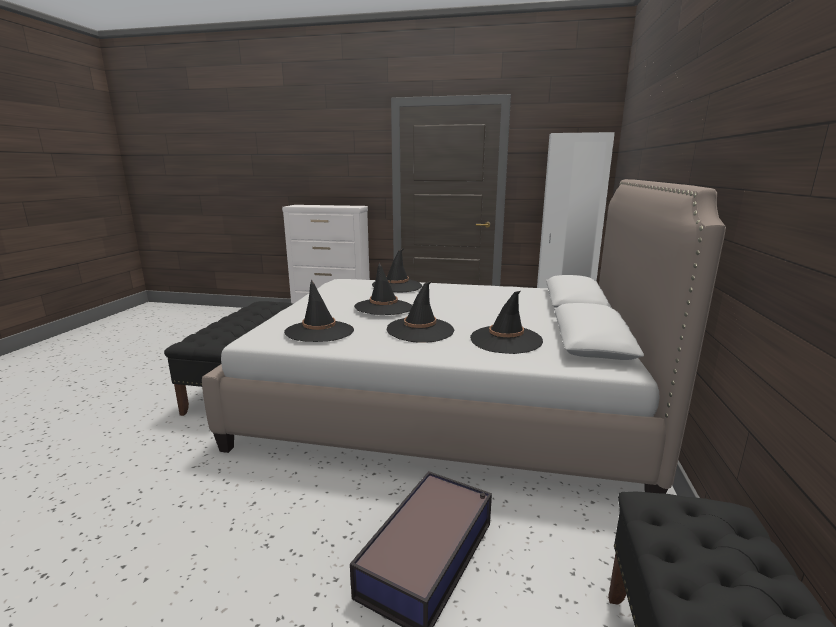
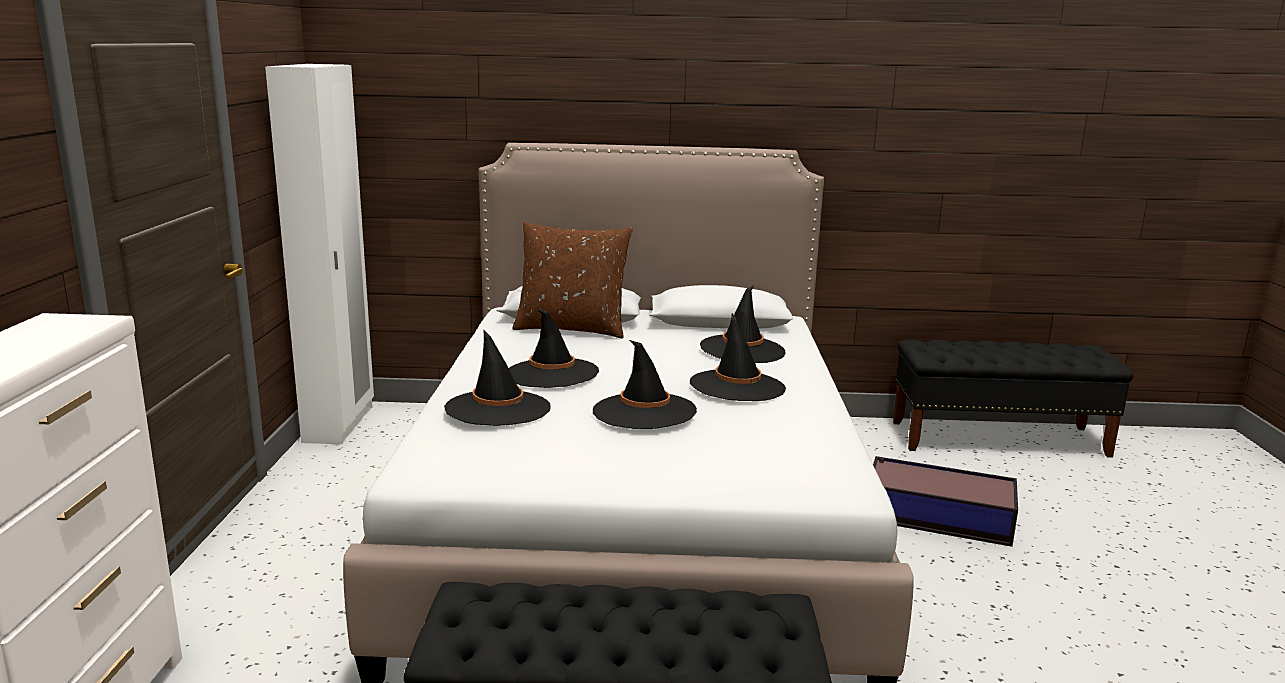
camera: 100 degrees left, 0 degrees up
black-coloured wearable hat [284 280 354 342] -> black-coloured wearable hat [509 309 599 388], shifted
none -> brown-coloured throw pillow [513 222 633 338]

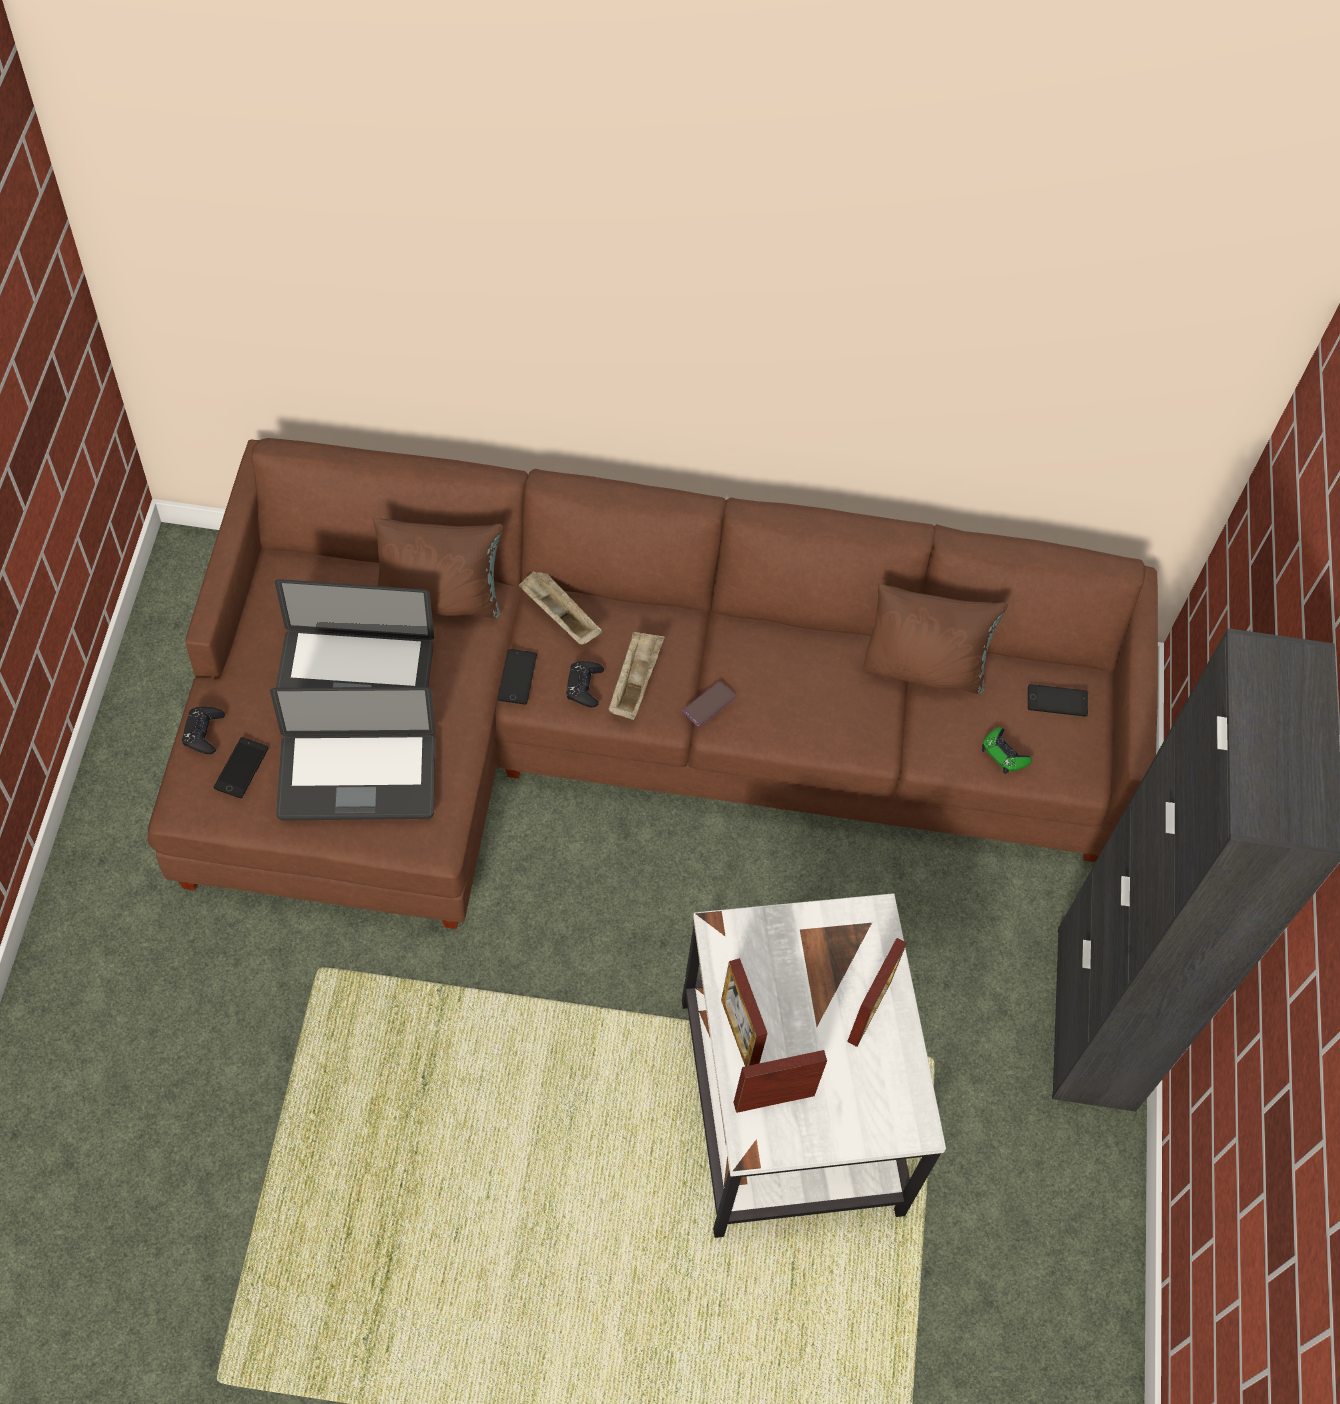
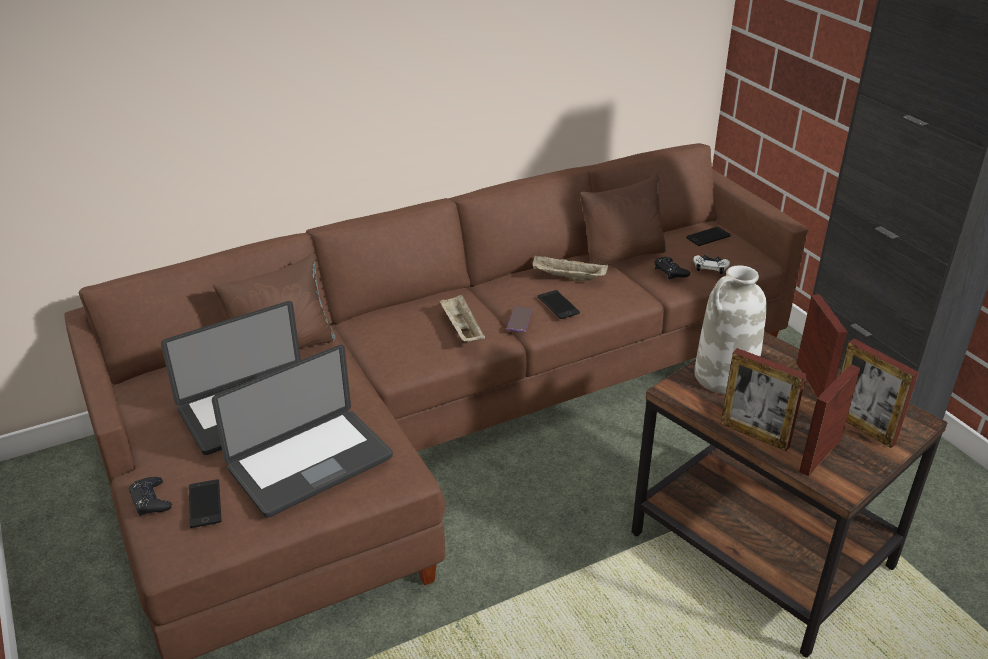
camera: 30 degrees left, 25 degrees down
beige carrying tray [519 571 602 645] -> beige carrying tray [533 255 608 281], shifted
telephone [498 649 537 705] -> telephone [538 290 580 319], shifted
white-coloured accent table [682 893 946 1238] -> brown-coloured accent table [632 331 948 658]
black-coloured gamepad [566 661 604 707] -> black-coloured gamepad [654 257 690 280], shifted
green gamepad [982 727 1032 774] -> white-coloured gamepad [693 255 730 274]
none -> white-coloured flower vase [694 265 767 395]
none -> standing frame [840 339 919 448]

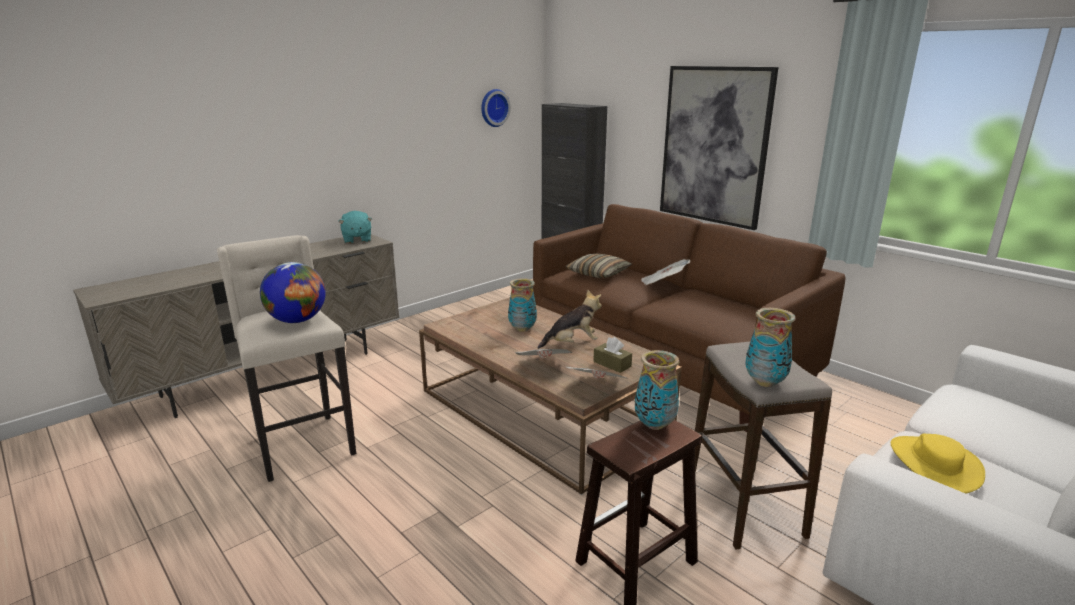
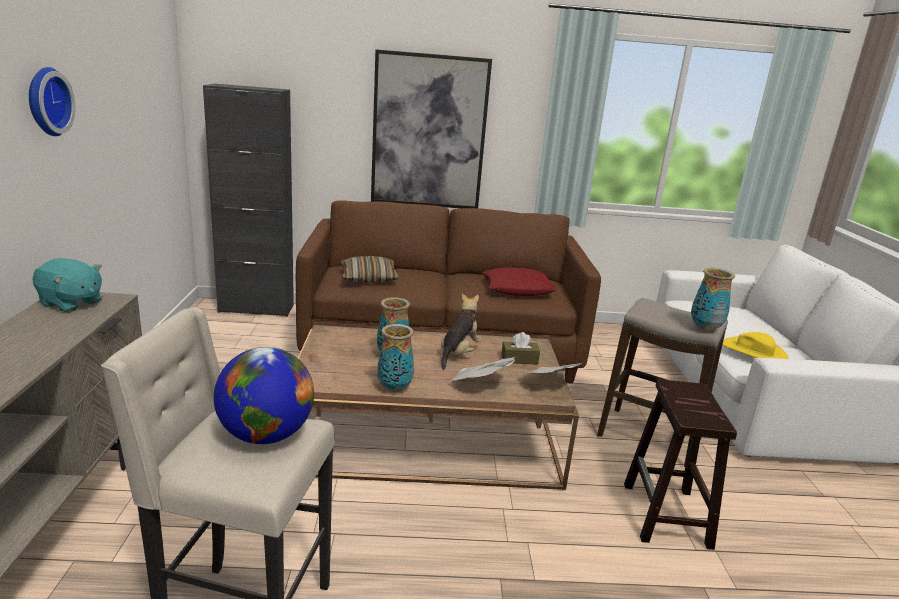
camera: 50 degrees left, 0 degrees up
clock on the wall [481 89 511 127] -> clock on the wall [29 67 75 136], shifted
flower vase [635 350 679 430] -> flower vase [377 324 414 392], shifted
none -> reddish throw pillow [482 267 557 296]
daily paper [641 259 690 285] -> none

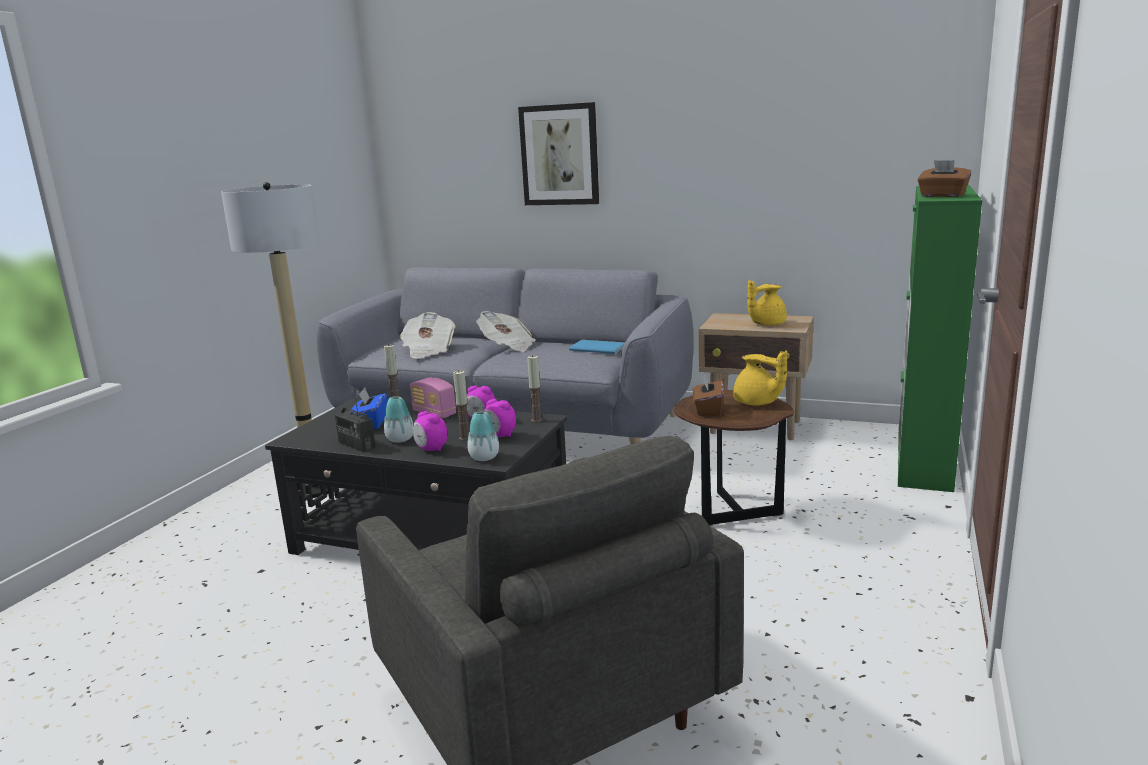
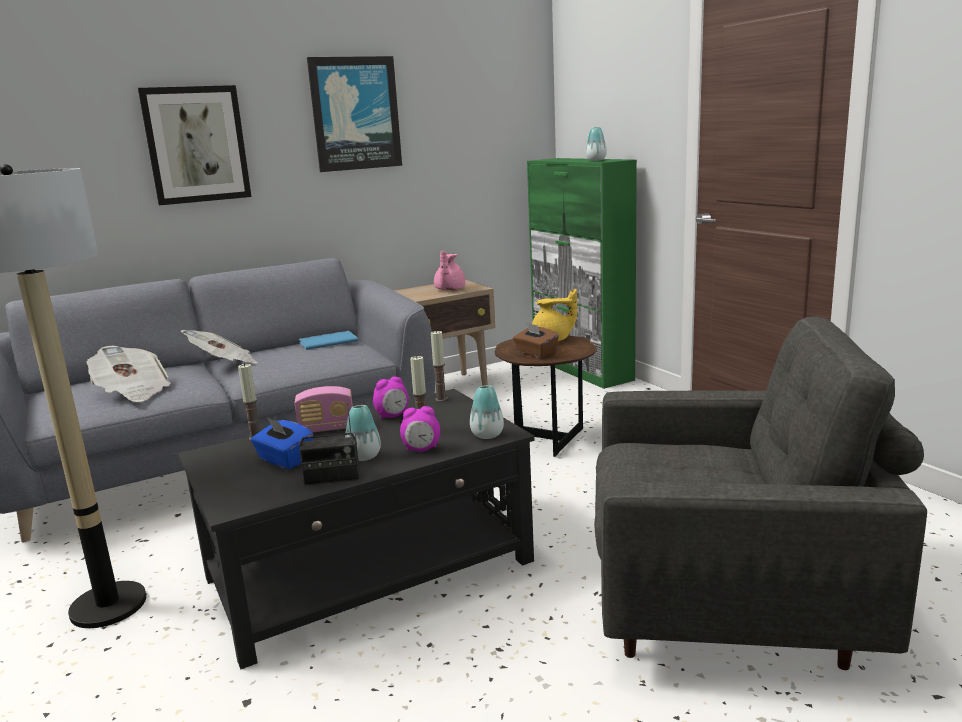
camera: 50 degrees left, 0 degrees up
none -> picture [307 56 402 172]
yellowish pot for tea [747 281 787 326] -> pink-coloured pot for tea [434 251 465 291]
brown-coloured tissue holder [918 160 972 197] -> flower vase [586 127 607 161]
table clock [484 399 516 437] -> none

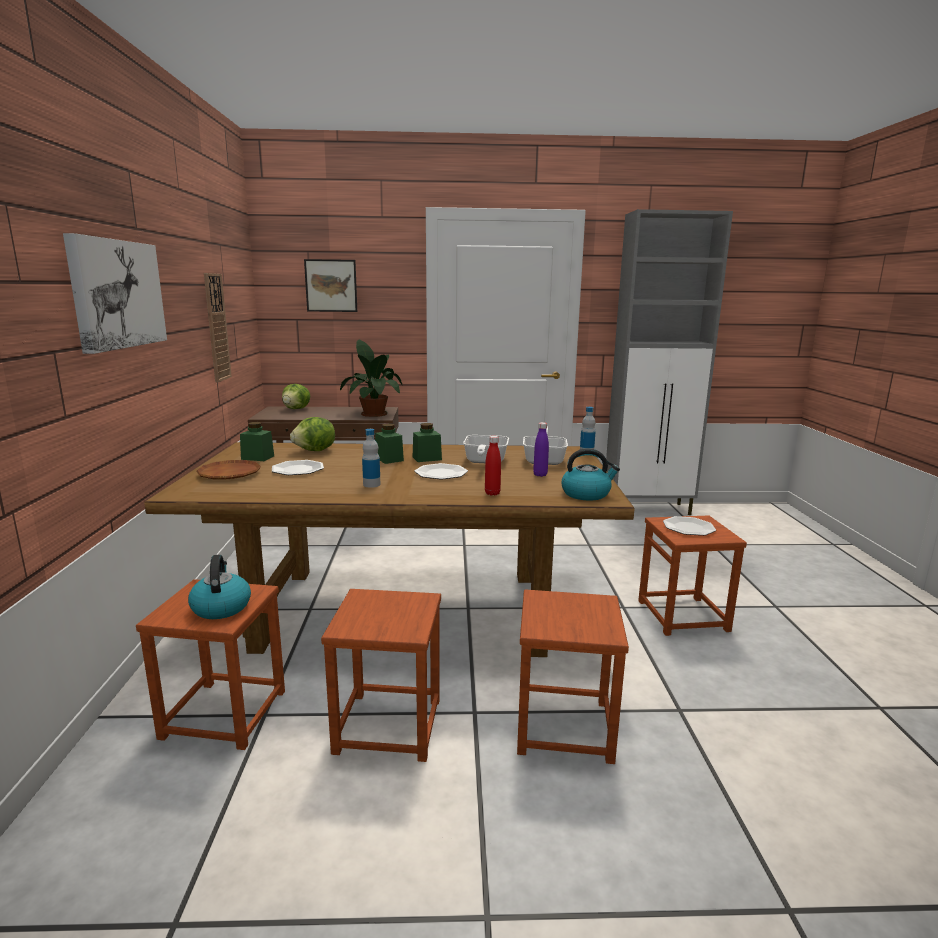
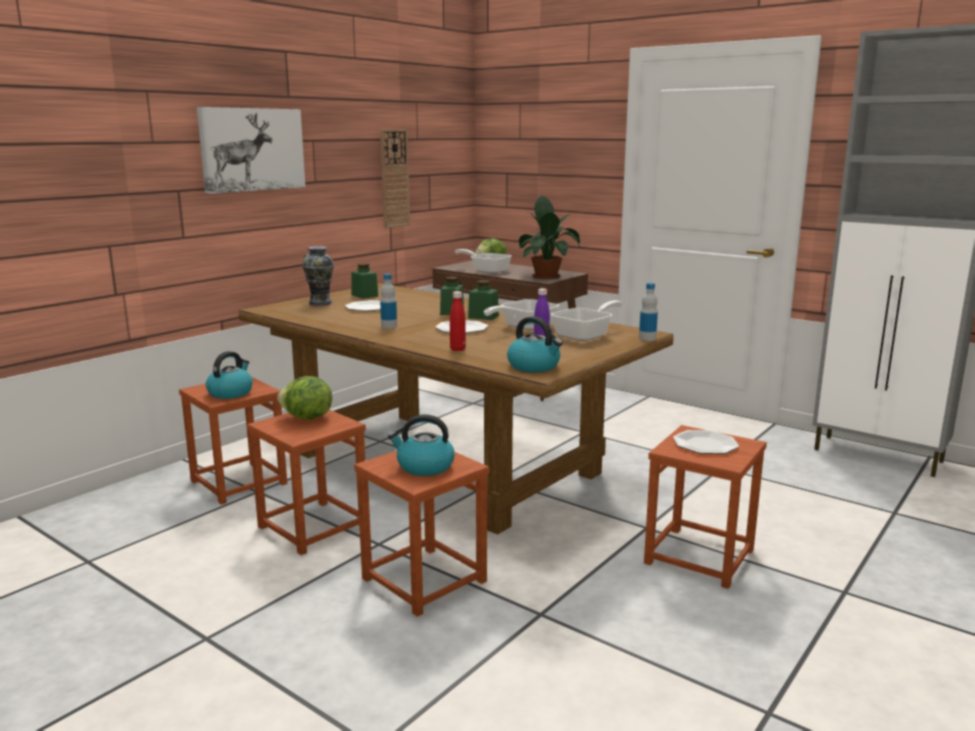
camera: 40 degrees right, 0 degrees up
head of lettuce [290 417 335 451] -> head of lettuce [277 376 332 420], shifted
brown-coloured flat dish [196 460 261 479] -> flower vase [302 246 334 305]
none -> water kettle [388 414 454 476]
none -> pan [455 249 512 274]
picture [304 259 357 312] -> none

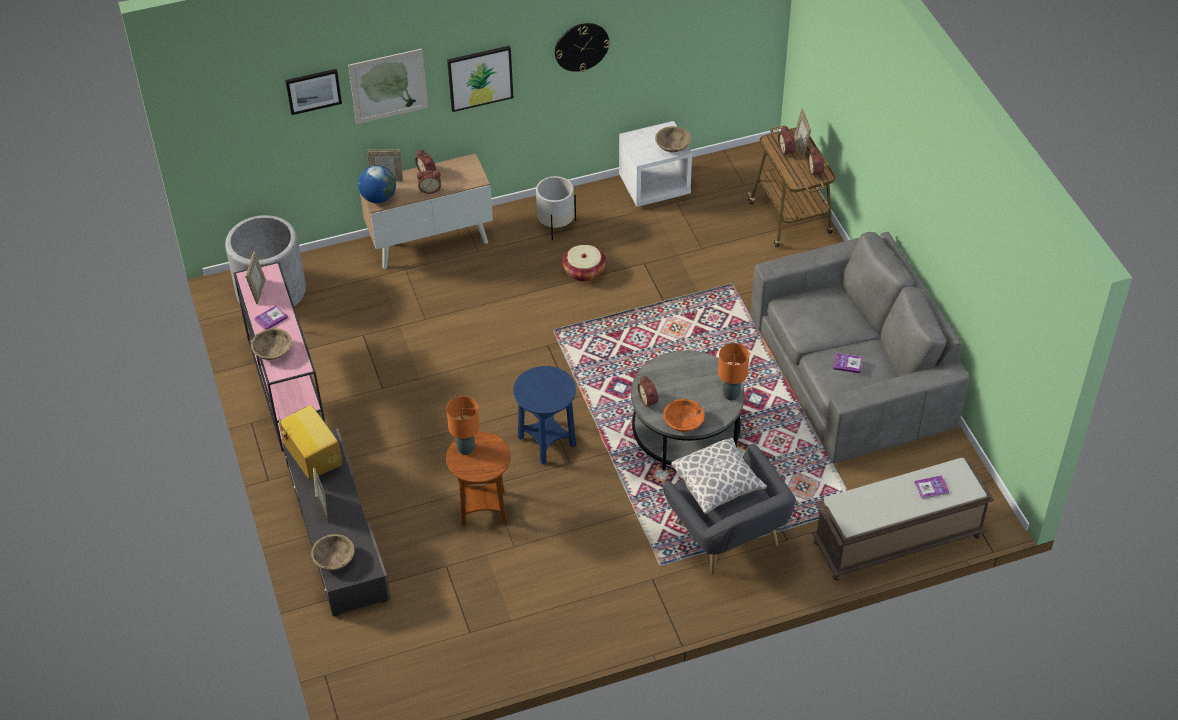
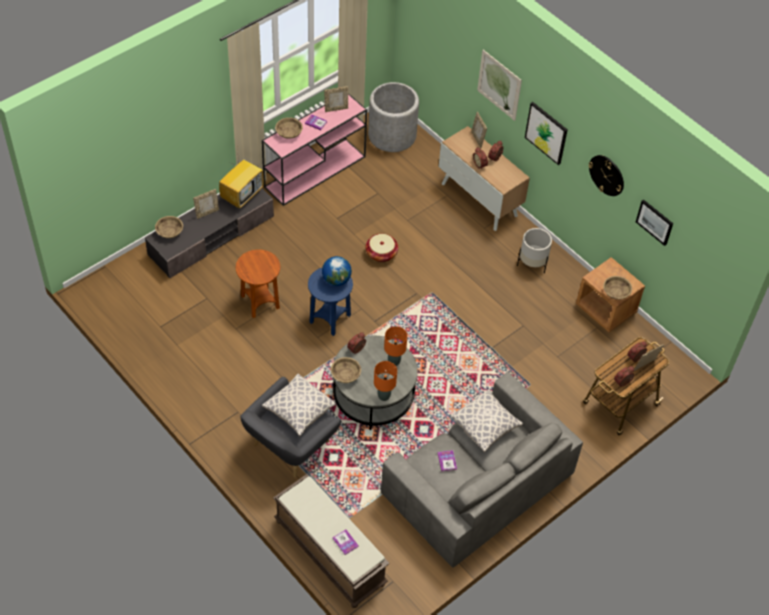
camera: 65 degrees right, 5 degrees up
world globe [358 165 396 203] -> world globe [322 256 352 286], shifted
orange bowl [663 399 705 432] -> beige bowl [331 357 361 383]
storage basket [562 245 606 282] -> storage basket [365 234 398 262], shifted
orange table lamp [446 396 479 455] -> orange table lamp [384 326 407 366], shifted
none -> throw pillow [451 389 523 452]
white-coloured night table [619 121 692 207] -> brown-coloured night table [576 257 645 332]
picture [285 69 342 115] -> picture [636 199 673 246], shifted

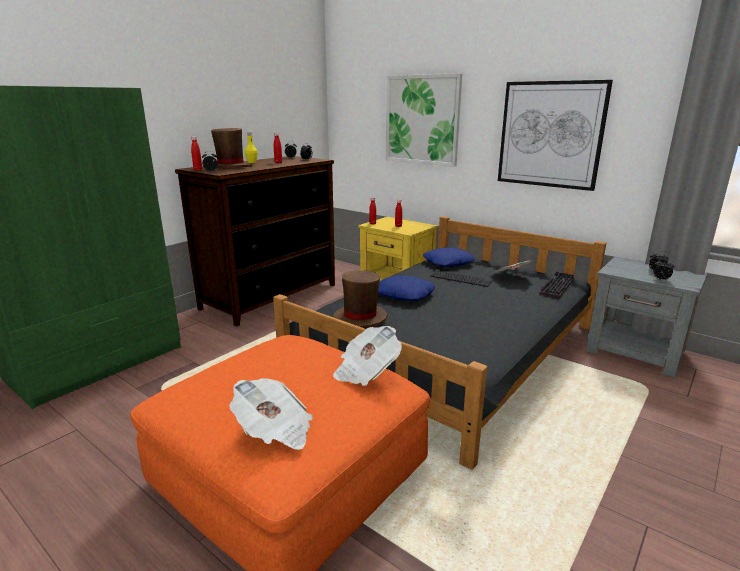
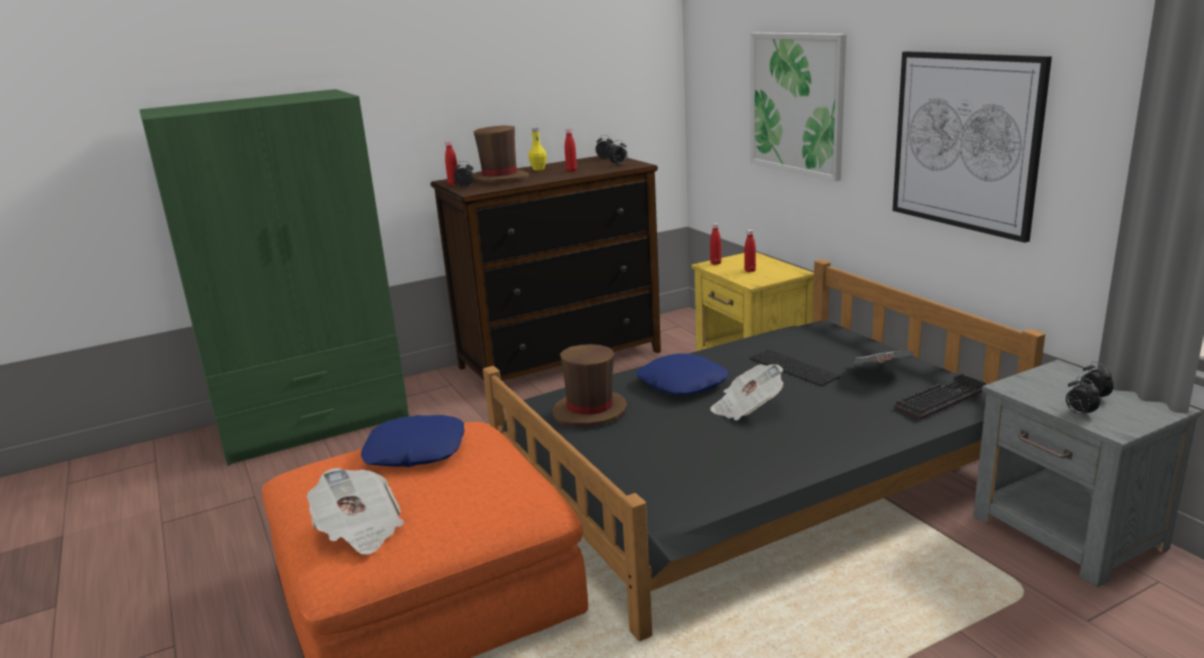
camera: 25 degrees right, 0 degrees up
bluish throw pillow [423 248 475 267] -> bluish throw pillow [361 415 465 467], shifted
daily paper [333 326 402 386] -> daily paper [710 364 784 420], shifted

